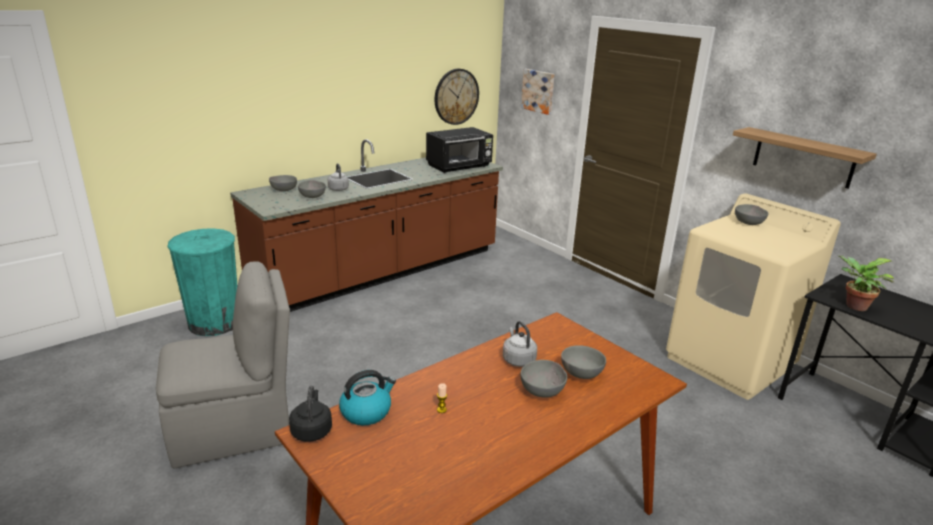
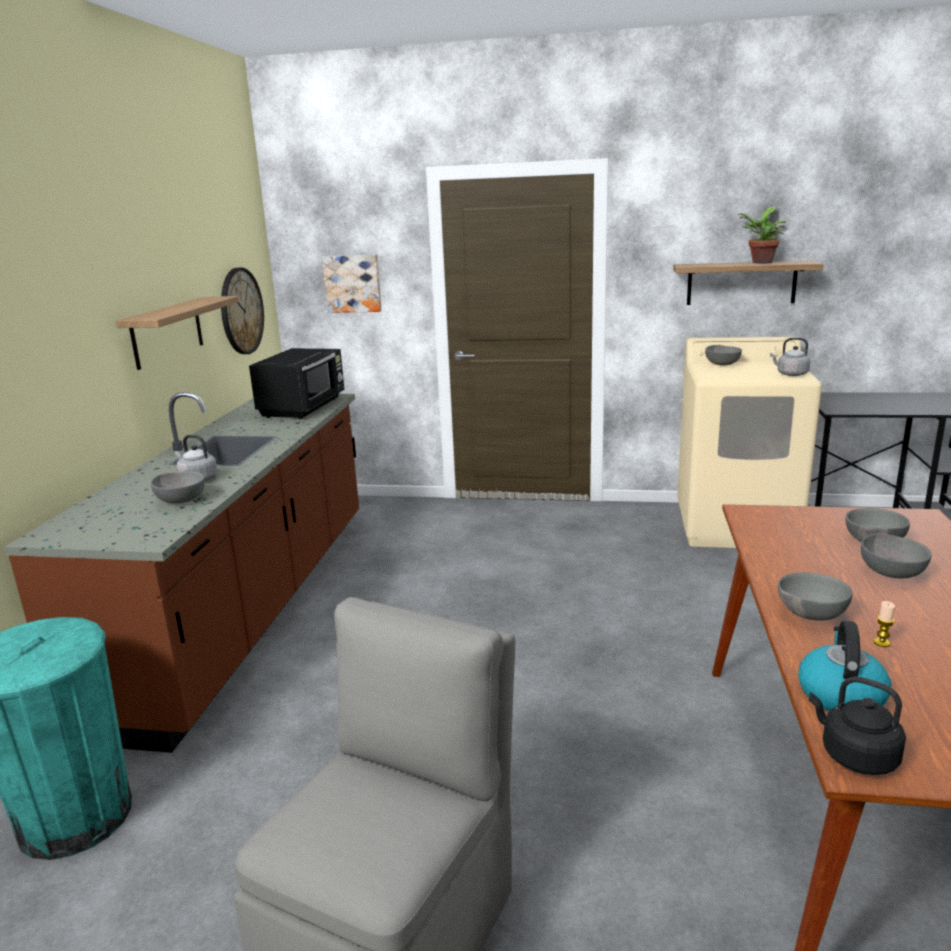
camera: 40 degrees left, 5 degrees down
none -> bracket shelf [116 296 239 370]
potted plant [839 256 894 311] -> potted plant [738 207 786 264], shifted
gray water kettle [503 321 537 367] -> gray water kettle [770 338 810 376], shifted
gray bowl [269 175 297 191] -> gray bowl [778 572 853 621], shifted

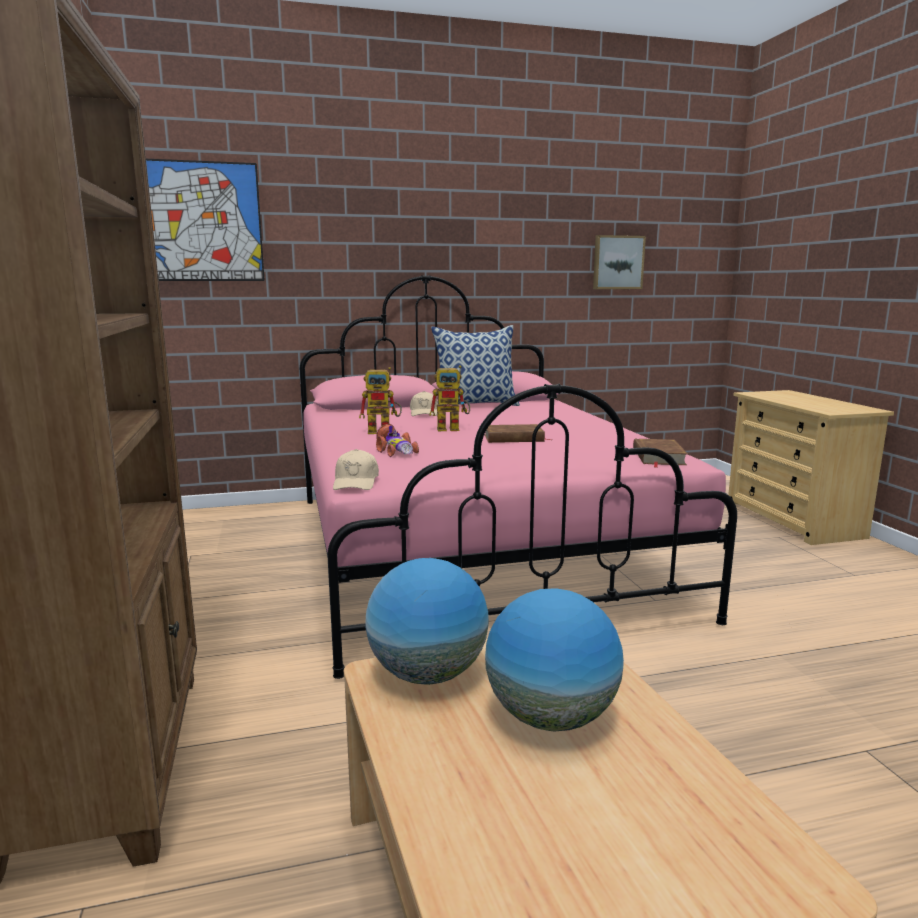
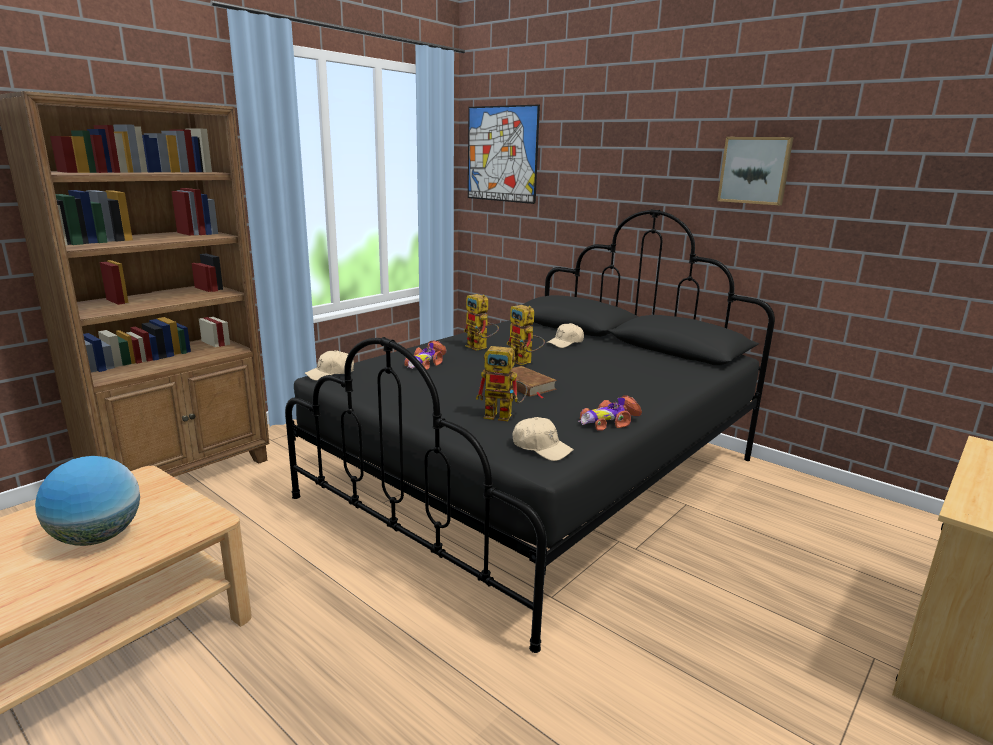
camera: 55 degrees right, 5 degrees up
pink-coloured sleeping bed [300 275 737 679] -> black-coloured sleeping bed [285 209 775 653]
none -> toy robot [476 346 528 421]
brown-coloured book [633 439 688 468] -> beige peaked cap [513 417 574 461]
none -> model car [578 395 642 431]
picture [593 235 646 289] -> picture [717 137 794 205], shifted
world globe [365 558 489 685] -> none
throw pillow [431 325 520 406] -> none

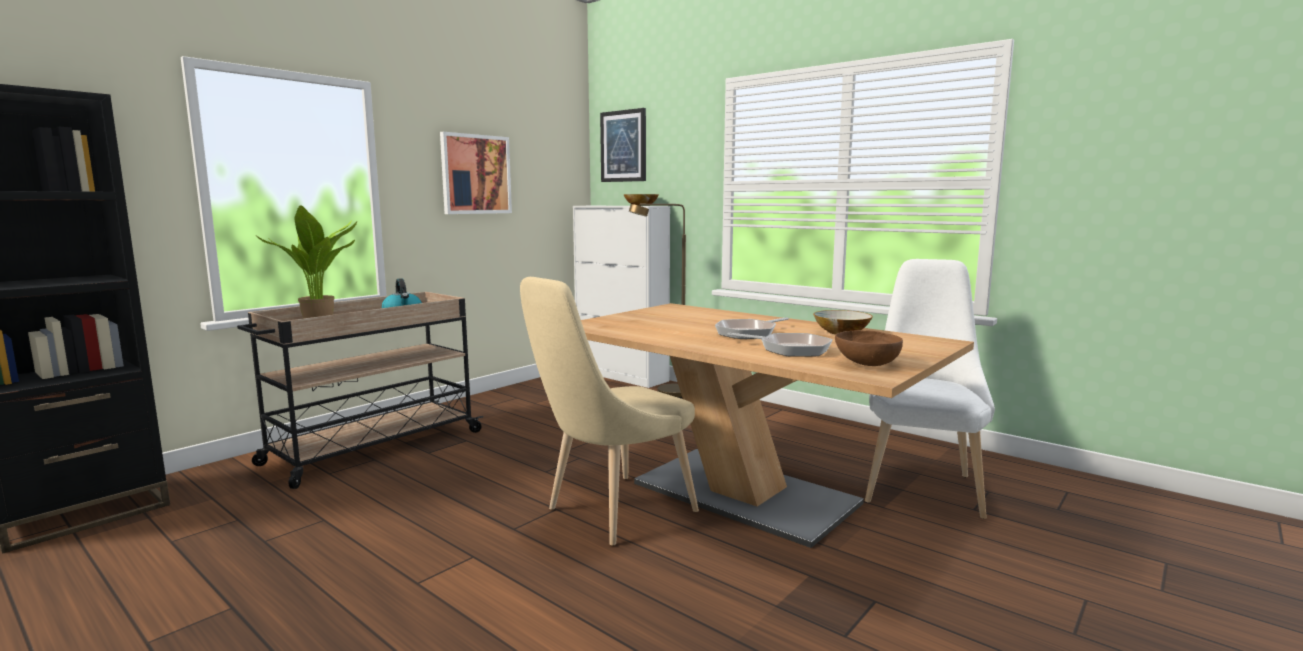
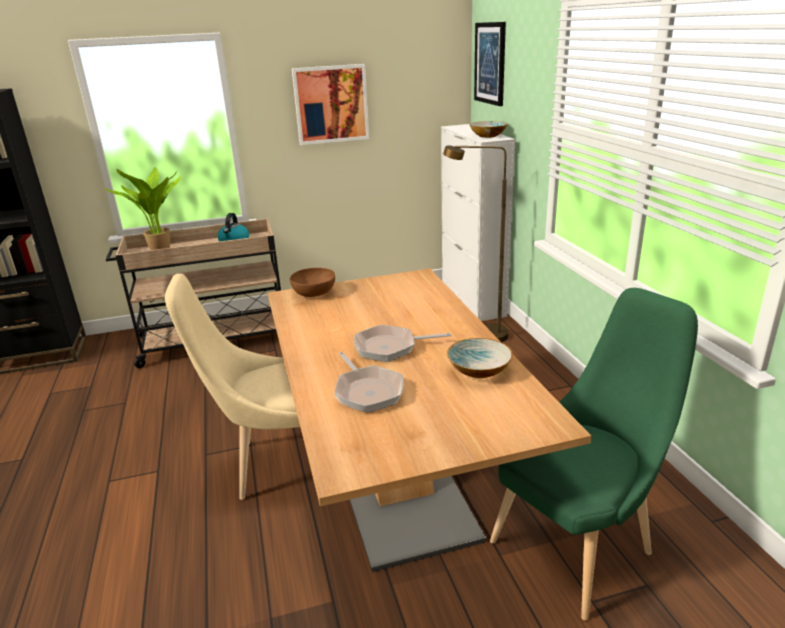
camera: 35 degrees right, 15 degrees up
brown-coloured bowl [835 330 903 366] -> brown-coloured bowl [290 268 335 297], shifted
white-coloured chair [865 259 995 519] -> green chair [490 288 698 621]

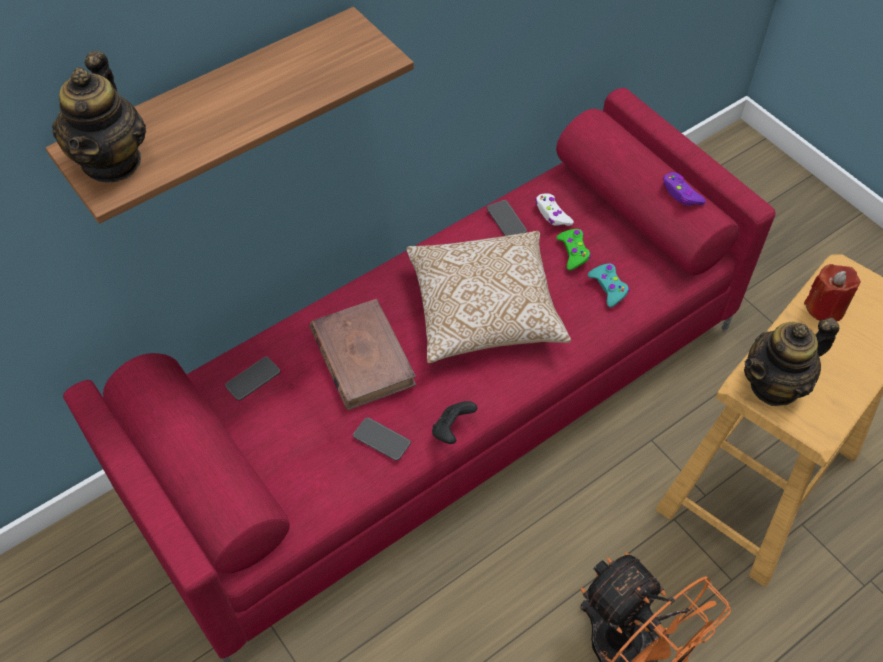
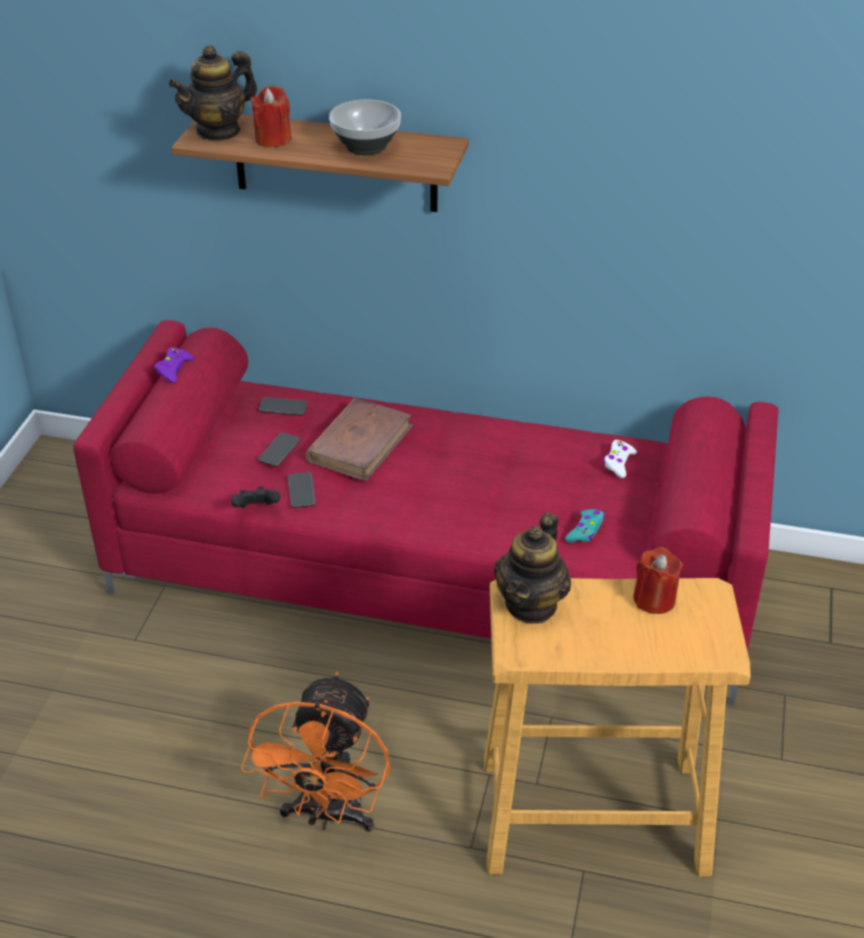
camera: 50 degrees right, 15 degrees down
purplish gamepad [663 172 706 206] -> purplish gamepad [154 347 194 383], shifted
black-coloured gamepad [432 401 477 444] -> black-coloured gamepad [231 486 280 508], shifted
none -> reddish wax light [251 86 291 147]
telephone [487 200 527 236] -> telephone [258 433 300 466], shifted
none -> bowl [329 100 401 155]
pot for tea [744 317 839 406] -> pot for tea [494 513 571 624], 90 degrees counterclockwise
throw pillow [406 231 571 363] -> none
green gamepad [556 229 591 270] -> none

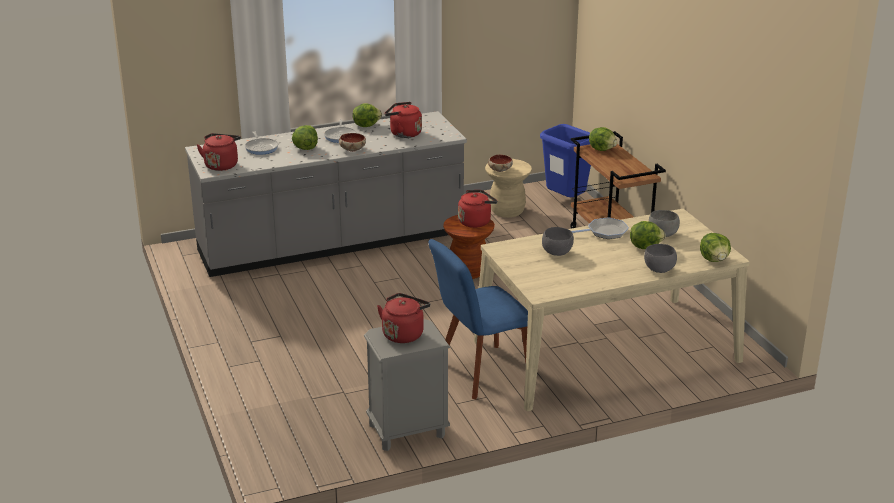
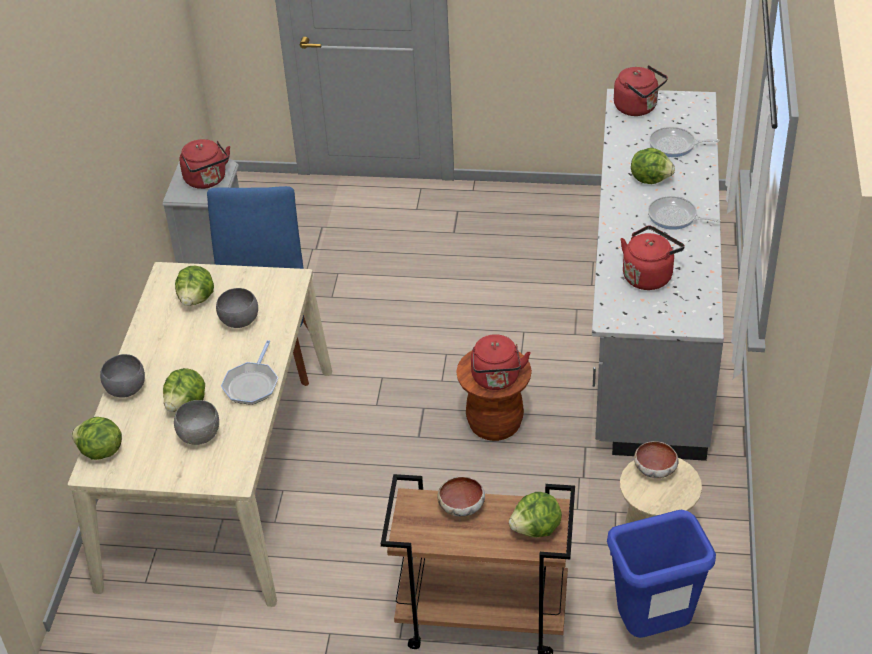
camera: 120 degrees right, 15 degrees up
head of lettuce [352 103 382 127] -> head of lettuce [175 266 214 306], shifted
bowl [339 133 366 152] -> bowl [437 477 485 517], shifted

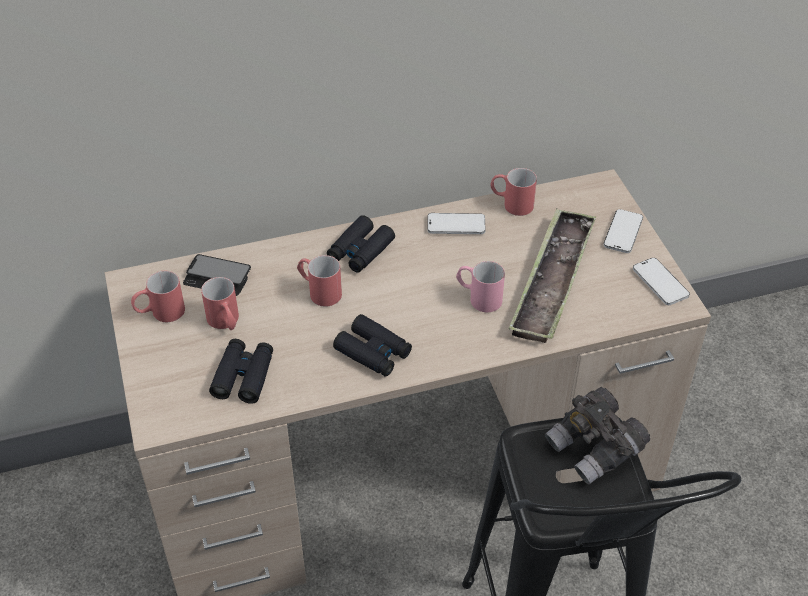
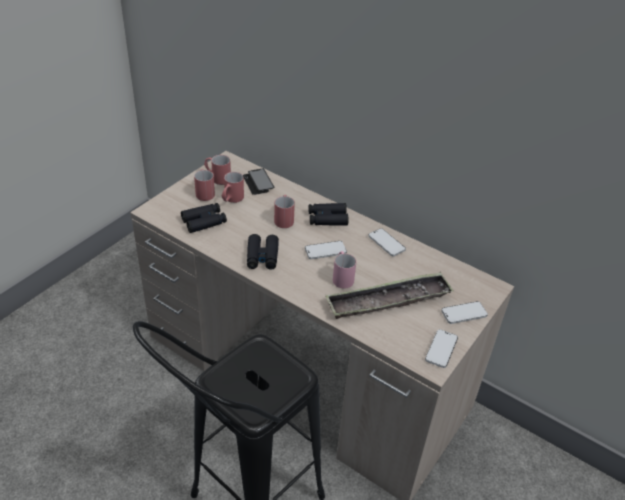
camera: 50 degrees right, 5 degrees down
reddish mug [490 168 537 216] -> reddish mug [194 169 215 201], shifted
none -> telephone [305 241 347 259]
gray pair of binoculars [545 387 650 485] -> none

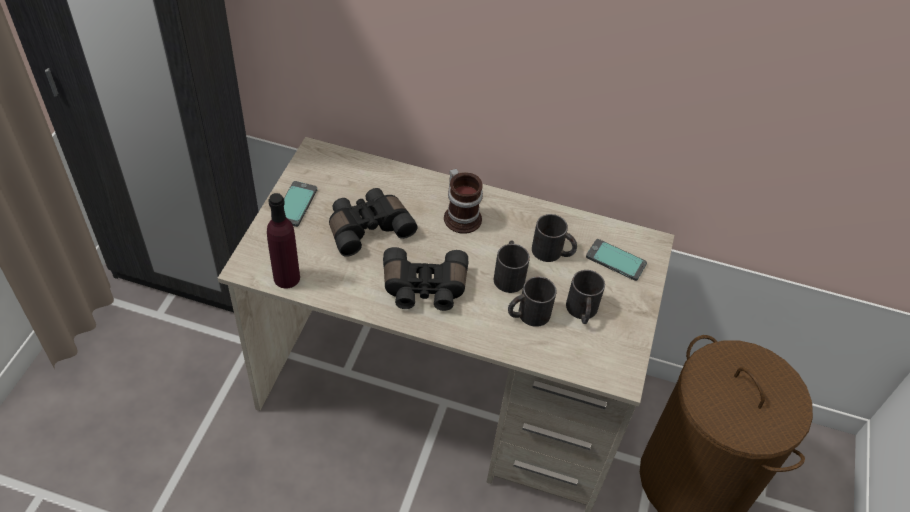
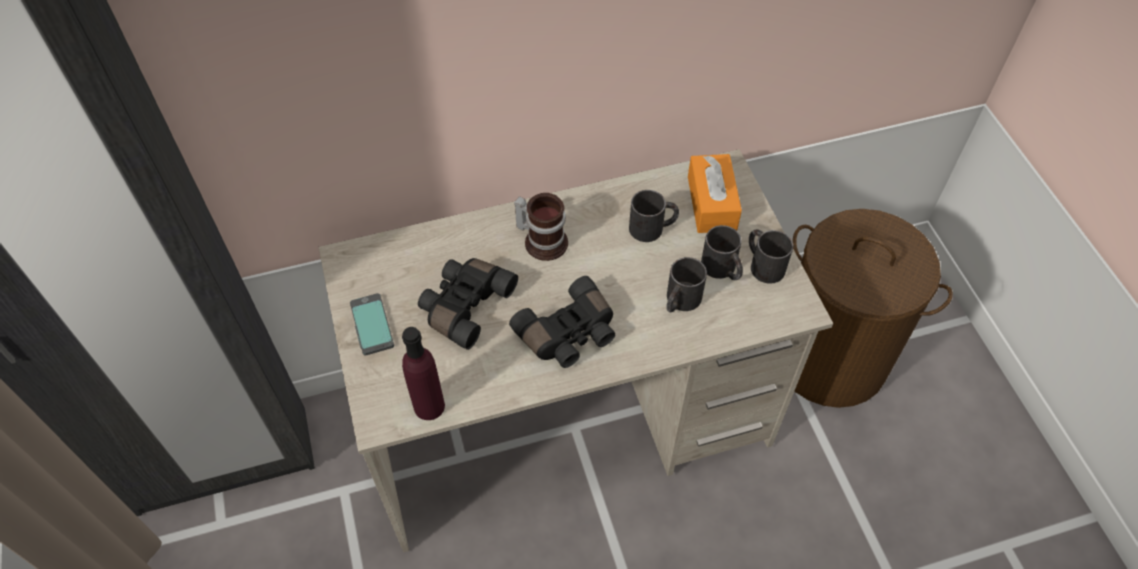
camera: 30 degrees left, 5 degrees up
telephone [586 239 647 281] -> orange tissue holder [688 154 742 233]
black-coloured mug [494 240 530 293] -> black-coloured mug [749 229 793 284], shifted

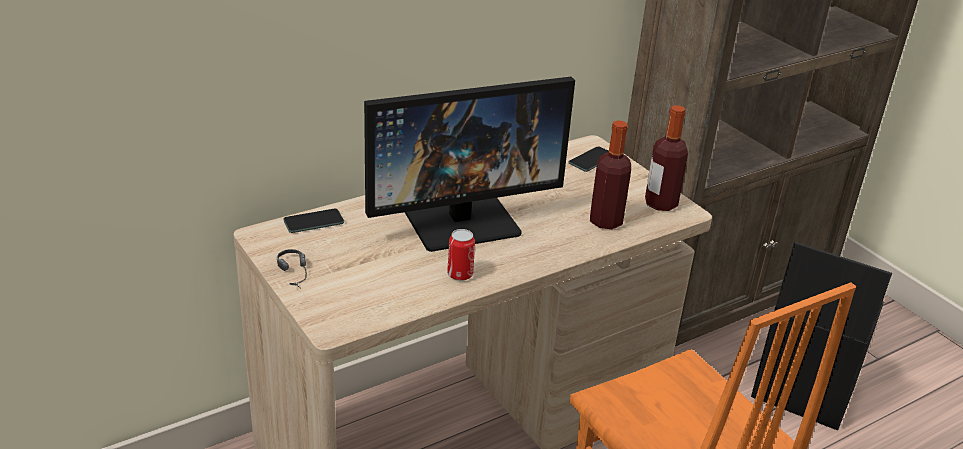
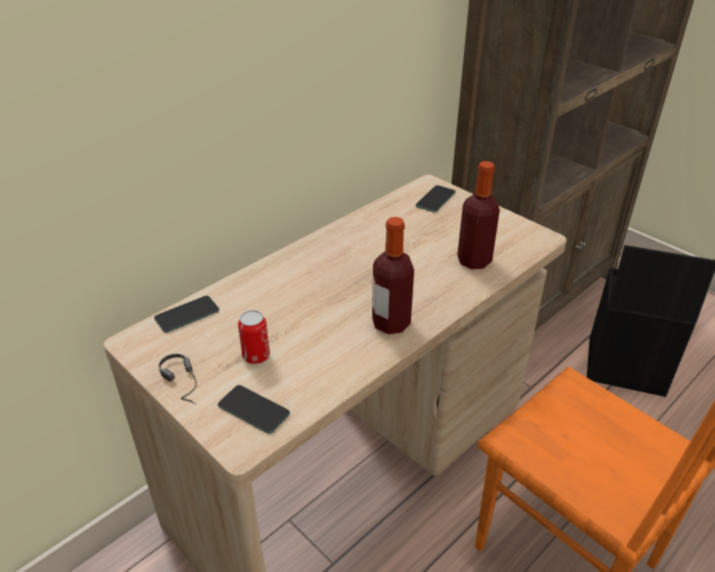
camera: 10 degrees left, 5 degrees up
none -> telephone [218 385 290 434]
metal can [447 229 475 281] -> metal can [238 310 270 364], shifted
bottle [645 105 688 211] -> bottle [372 217 414 334], shifted
computer display [364 77 575 252] -> none

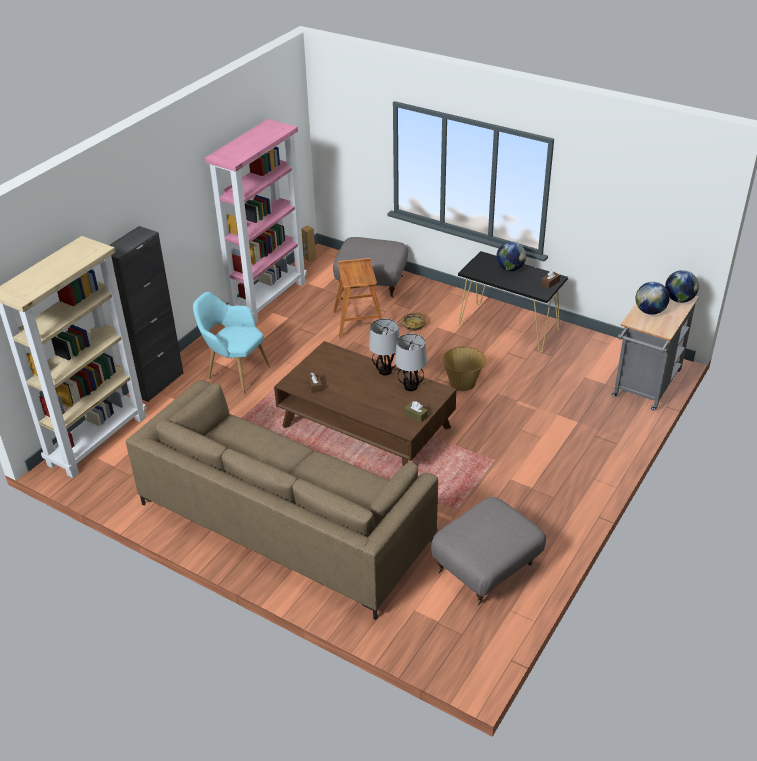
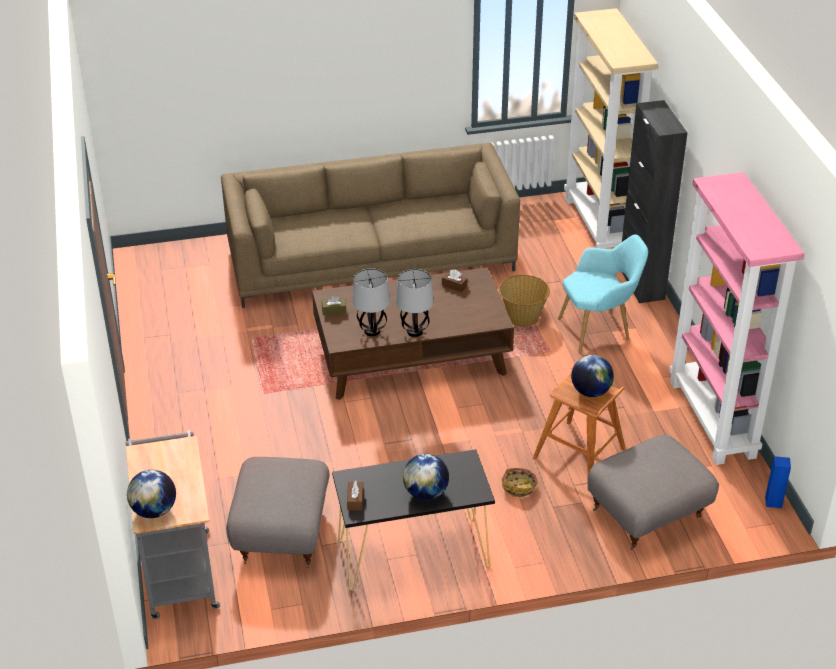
camera: 135 degrees right, 0 degrees up
gray pouffe [431 497 546 605] -> gray pouffe [226 457 330 568], shifted
storage basket [442 346 486 391] -> storage basket [499 275 550 327], shifted
world globe [636 282 670 315] -> world globe [571 355 614 397], shifted
brown-coloured loudspeaker [301 225 316 262] -> bluish loudspeaker [765 456 791 508]

